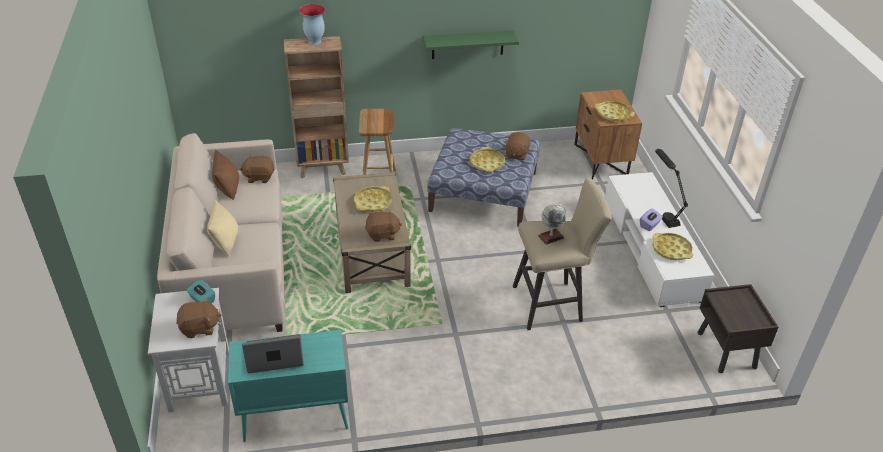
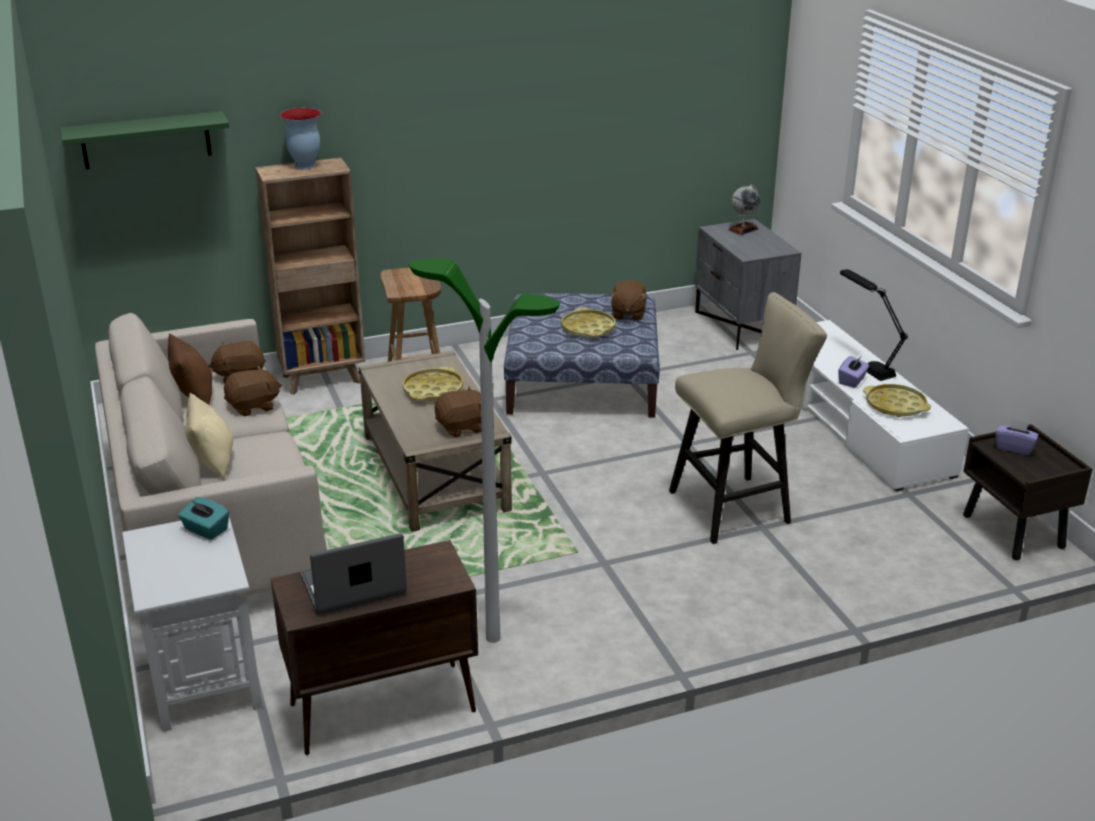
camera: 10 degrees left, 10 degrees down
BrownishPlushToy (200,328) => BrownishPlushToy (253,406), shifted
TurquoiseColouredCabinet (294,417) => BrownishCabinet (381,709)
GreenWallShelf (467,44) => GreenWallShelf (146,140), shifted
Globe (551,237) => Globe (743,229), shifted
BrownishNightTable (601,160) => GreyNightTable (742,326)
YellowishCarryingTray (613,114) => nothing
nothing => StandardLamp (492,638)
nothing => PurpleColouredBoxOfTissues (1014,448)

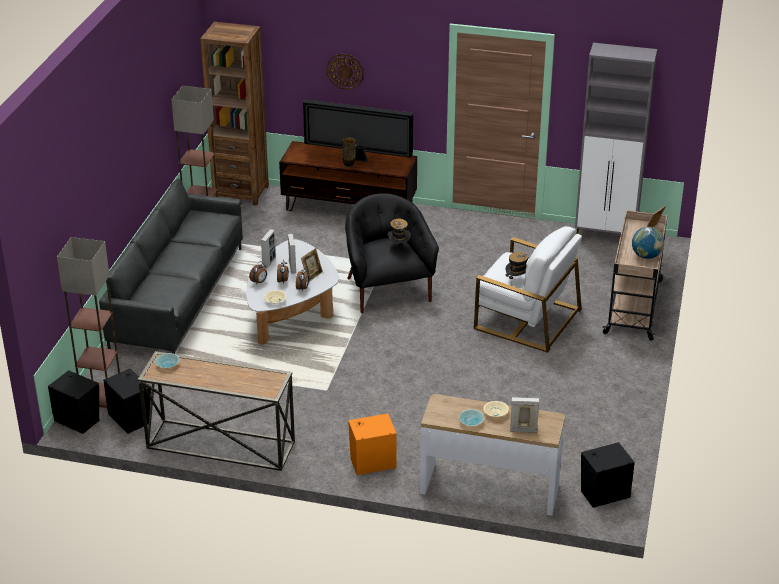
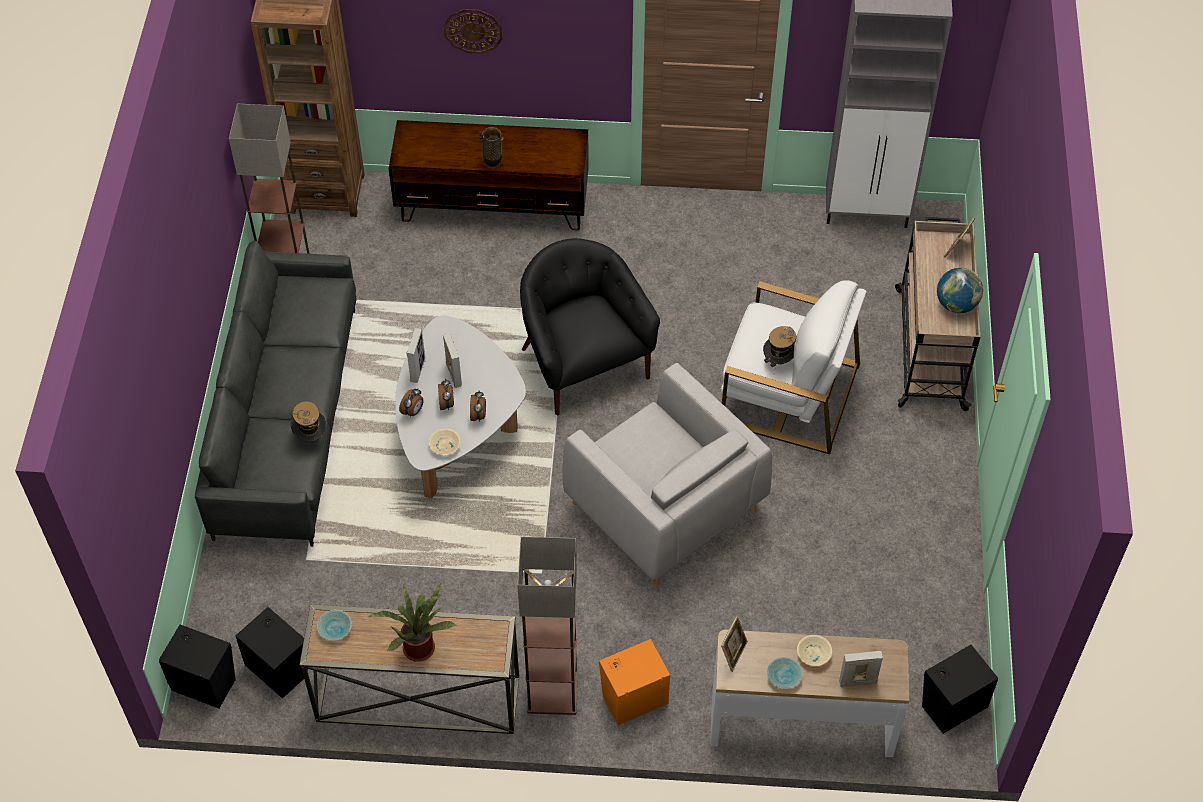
camera: 10 degrees left, 20 degrees up
StandardLamp (101,395) => StandardLamp (551,690), shifted
StandingFrame (312,275) => StandingFrame (733,653), shifted
Television (358,159) => nothing
Hat (398,246) => Hat (311,436), shifted
nothing => PottedPlant (418,645)
nothing => GreyEasyChair (665,507)

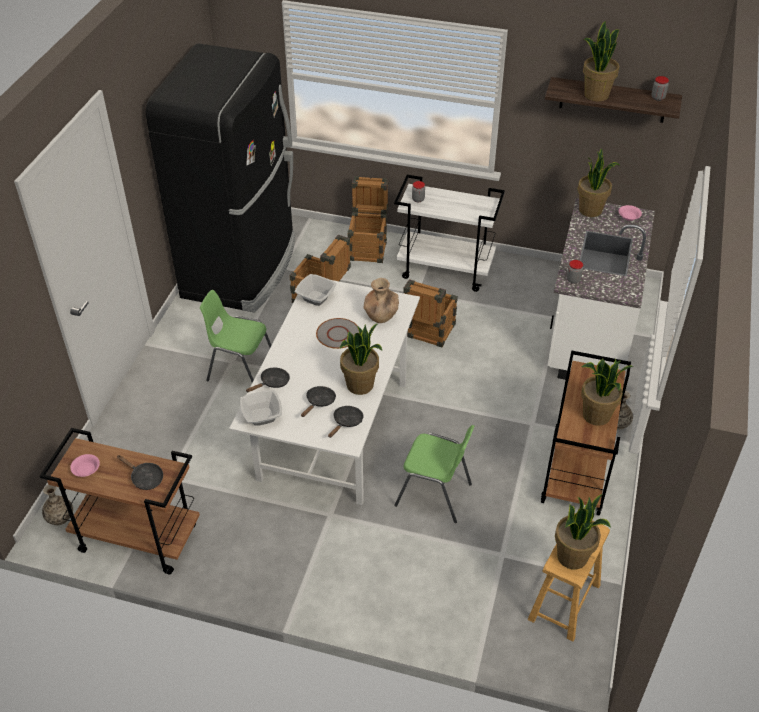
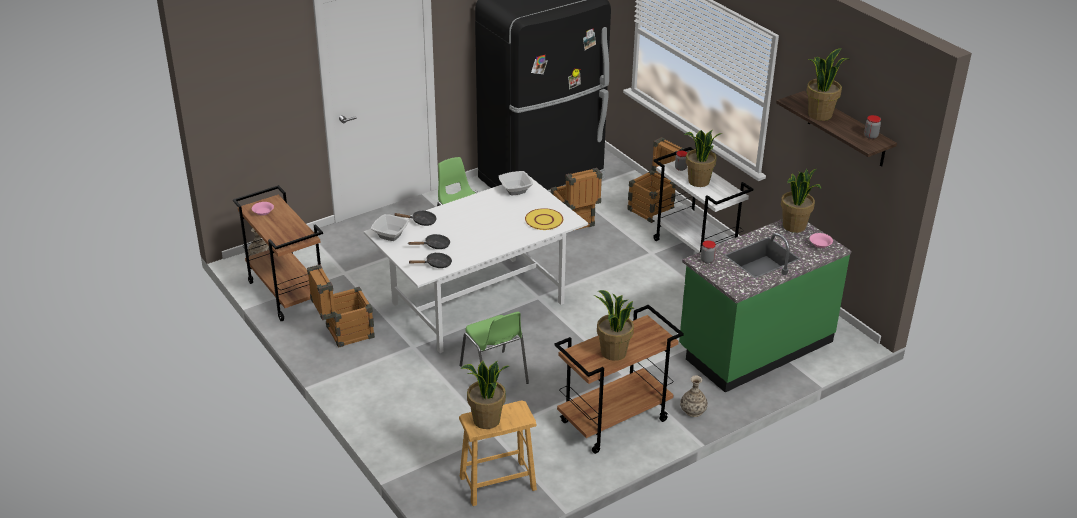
camera: 40 degrees right, 10 degrees down
BlackishSkillet (145,478) => nothing
GreyPlate (338,334) => nothing
PottedPlant (360,385) => PottedPlant (698,182), shifted
BrownishFlowerVase (381,316) => YellowishPlate (544,220)
PackingCrate (428,334) => PackingCrate (343,333), shifted
WhiteKitchenBaseUnit (589,333) => GreenKitchenBaseUnit (754,346)

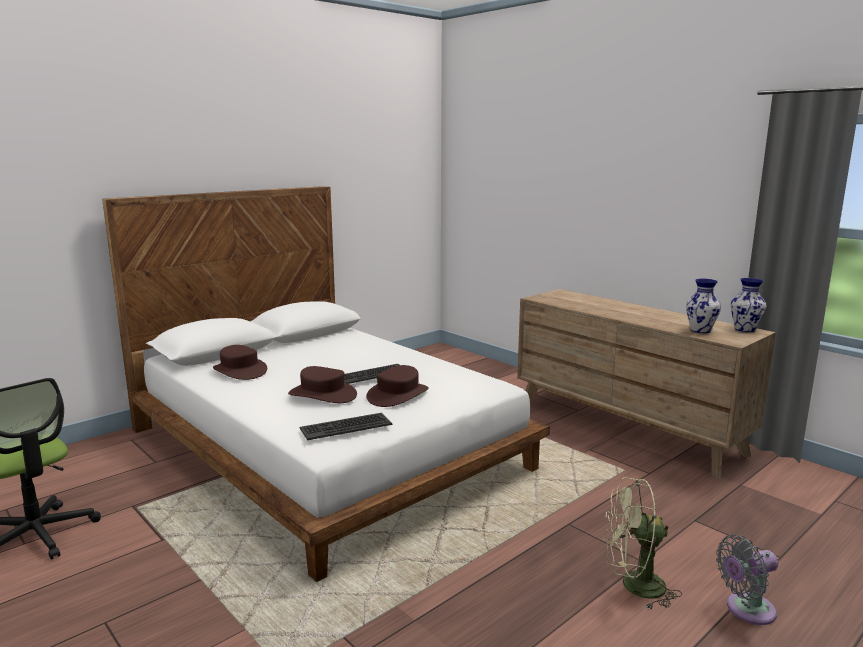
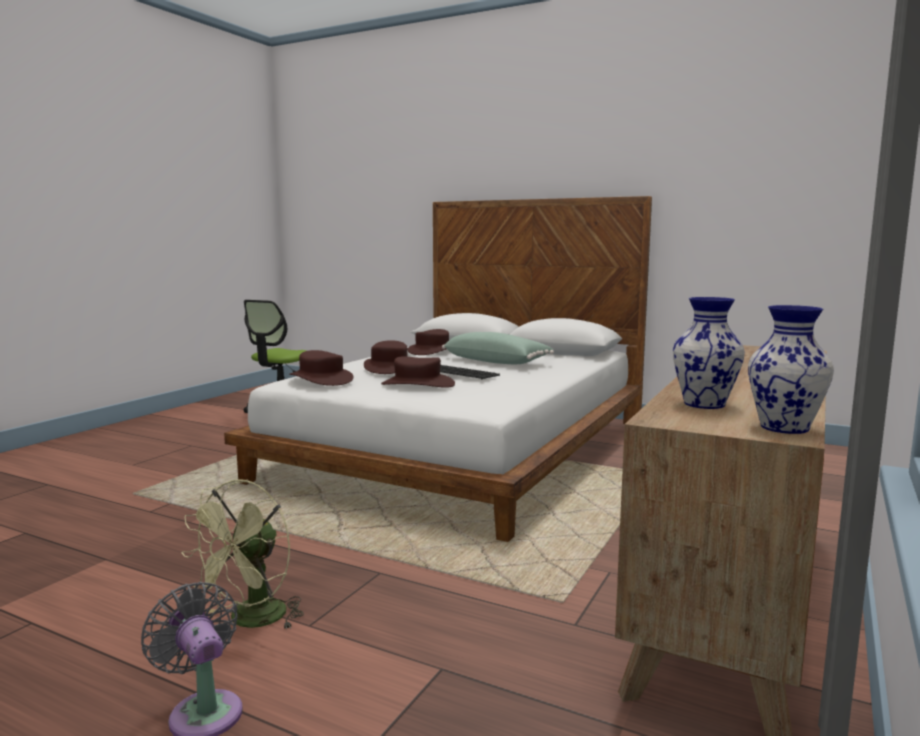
camera: 70 degrees right, 5 degrees down
PcKeyboard (346,427) => BrownishHat (321,379)
GreenFan (634,586) => GreenFan (251,621), 135 degrees counterclockwise
nothing => GreenThrowPillow (497,362)

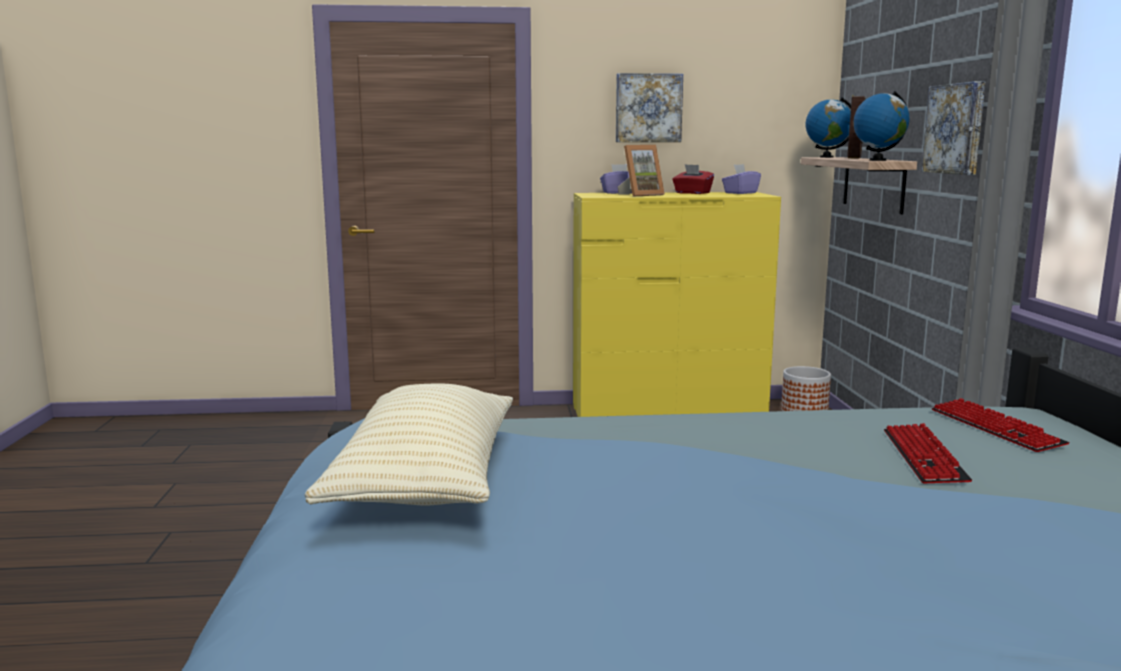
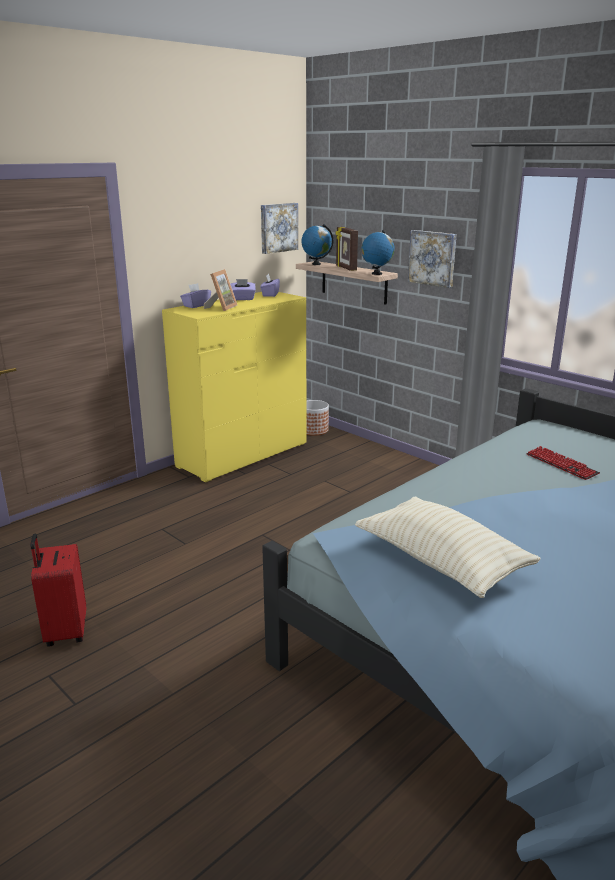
camera: 40 degrees left, 10 degrees up
WallPicture (648,108) => WallPicture (278,227), shifted
RedBoxOfTissues (692,193) => PurpleColouredBoxOfTissues (242,299)
PcKeyboard (995,428) => nothing
nothing => RedSuitcase (65,631)

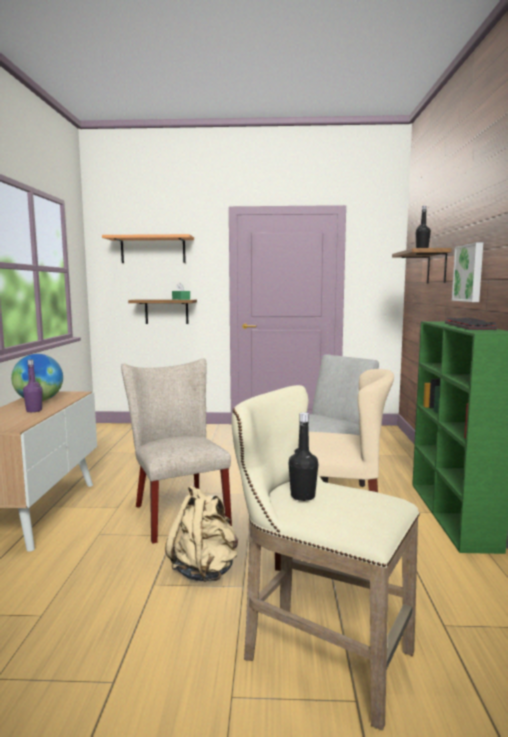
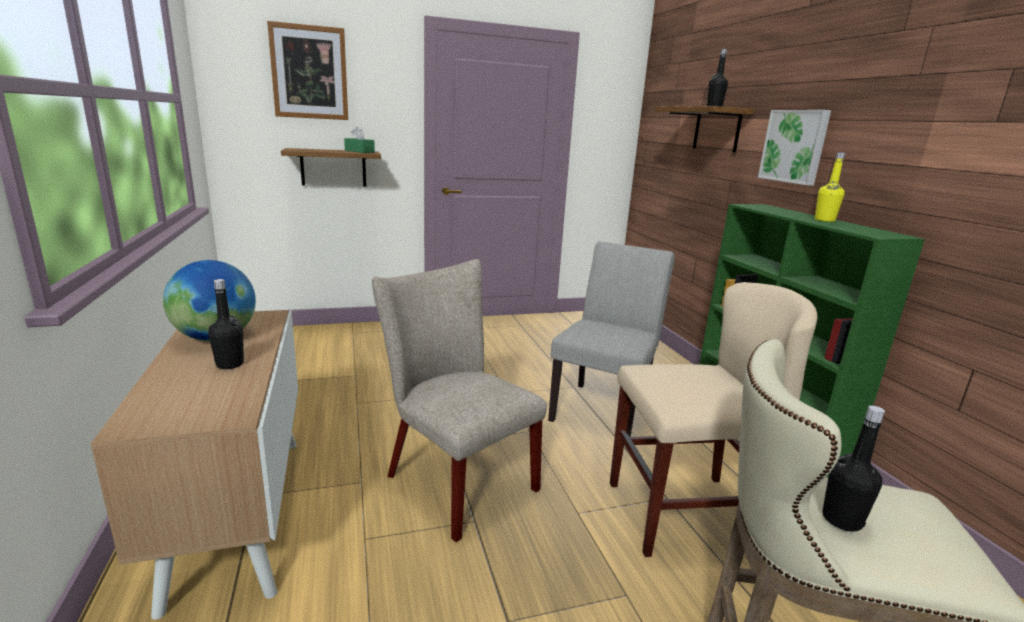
camera: 20 degrees left, 10 degrees up
PurpleColouredBottle (34,410) => BlackishBottle (230,364)
WallShelf (153,250) => WallPicture (309,72)
BeigeColouredKnapsack (205,570) => nothing
PcKeyboard (470,327) => YellowishBottle (824,220)

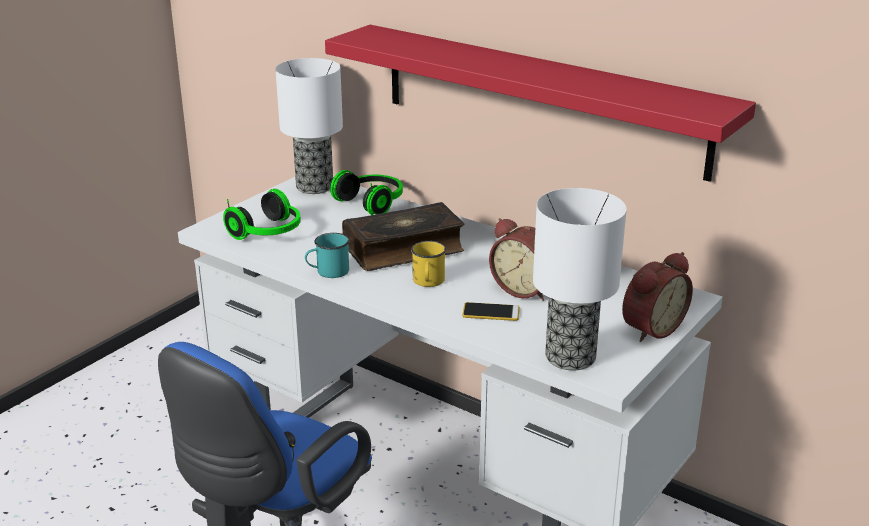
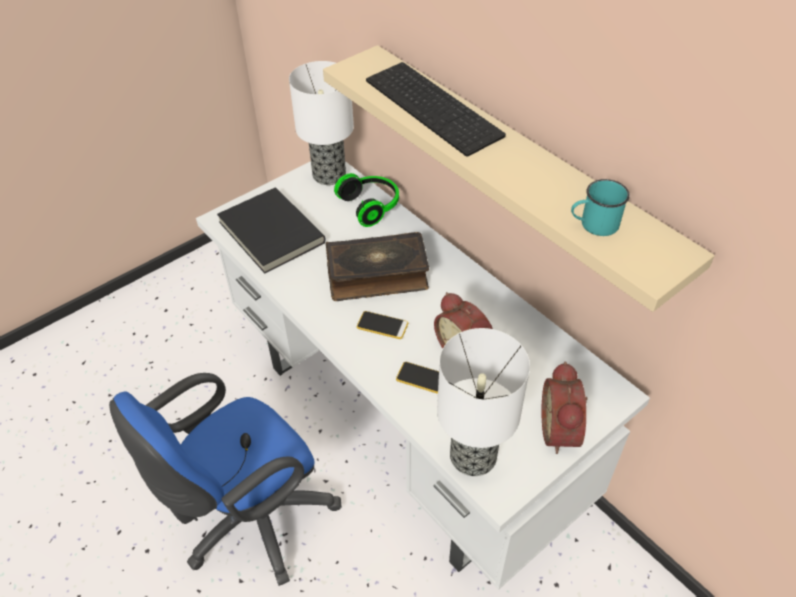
camera: 15 degrees right, 20 degrees up
Headset (269,233) => BlackishVolume (269,233)
TurquoiseColouredTeaMug (328,272) => TurquoiseColouredTeaMug (593,224), shifted
RedWallShelf (540,99) => BeigeColouredWallShelf (515,168)
YellowishTeaMug (428,282) => Telephone (382,325)
TableClock (650,328) => TableClock (562,430), 120 degrees clockwise
nothing => PcKeyboard (436,107)

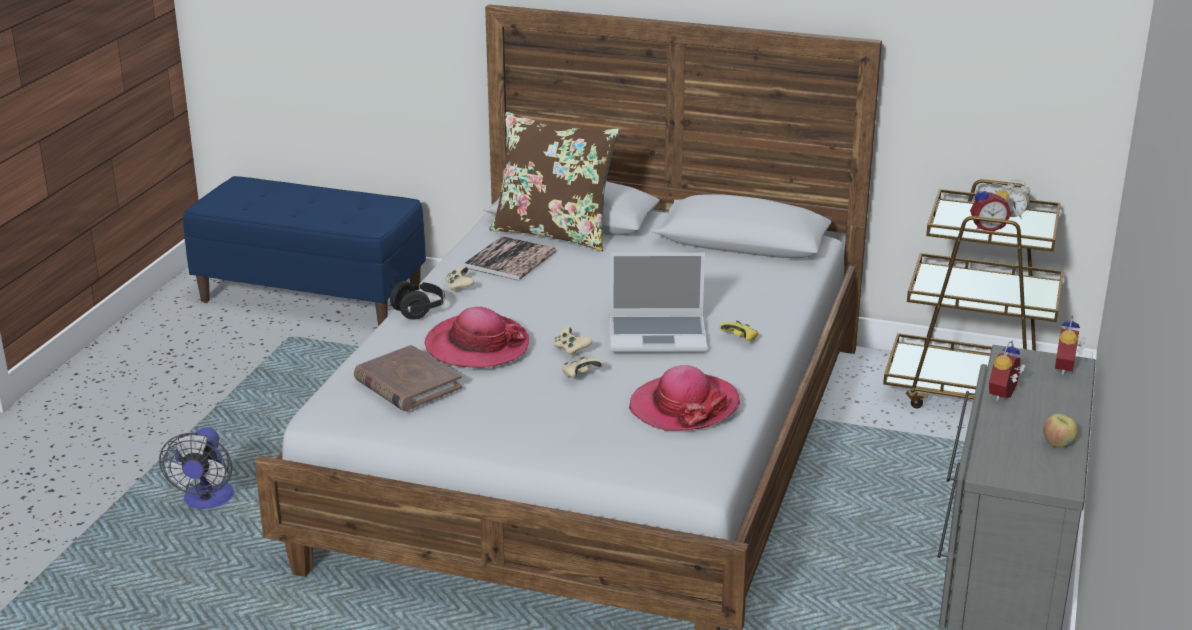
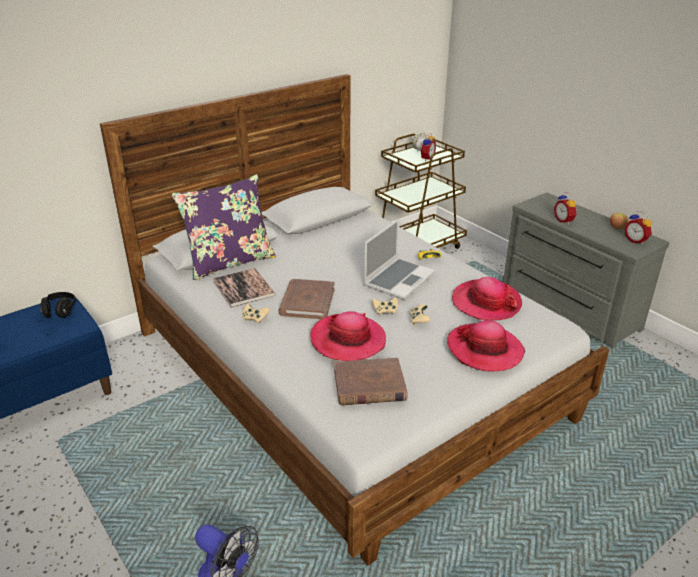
camera: 55 degrees left, 5 degrees up
BlackishHeadset (419,311) => BlackishHeadset (60,311), shifted
BrownishThrowPillow (554,233) => PurpleColouredThrowPillow (229,262)
TableClock (1067,369) => TableClock (636,241), shifted
nothing => BrownishVolume (307,302)
nothing => Hat (485,350)

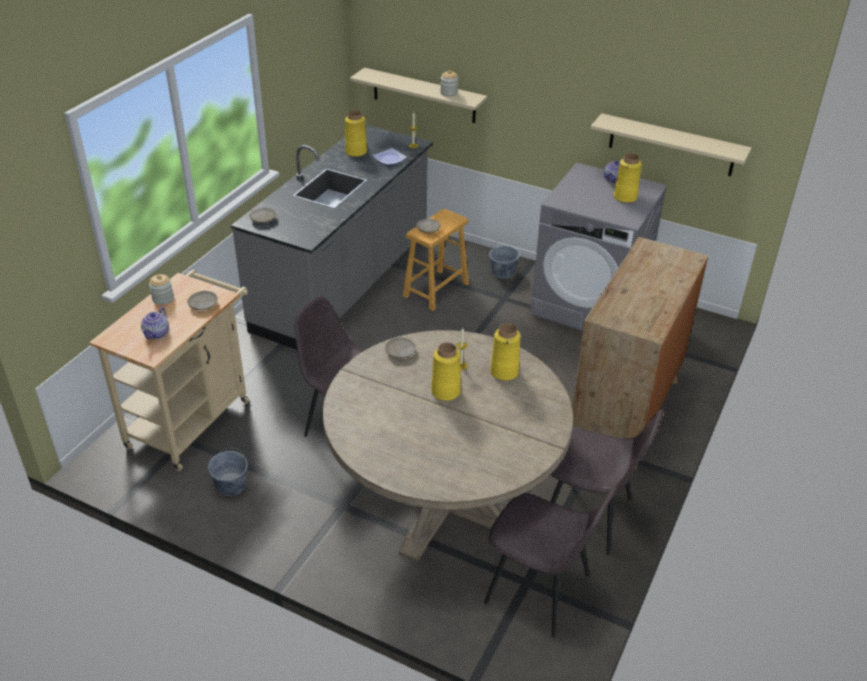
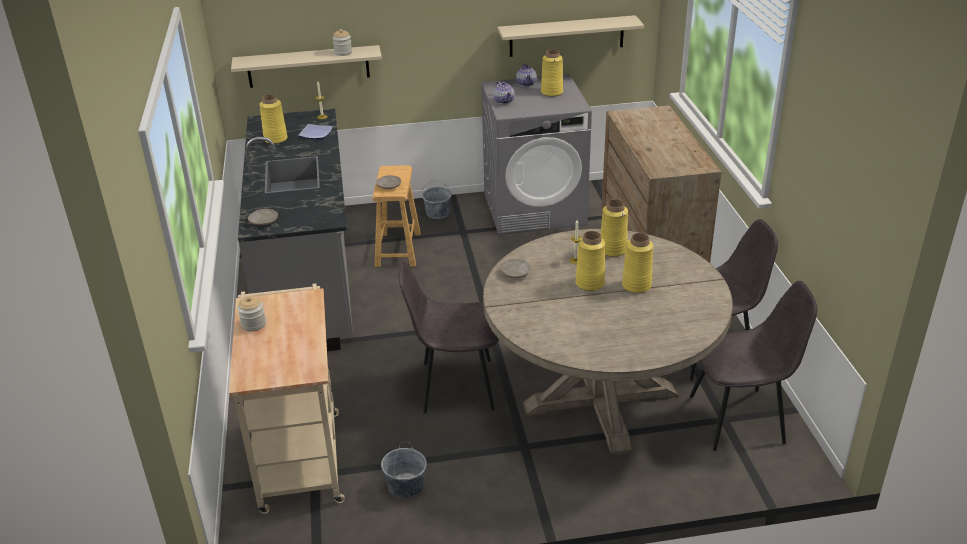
camera: 35 degrees left, 5 degrees down
Teapot (157,333) => Teapot (504,101), shifted
BeigeColouredPlate (203,305) => nothing
nothing => YellowishFlowerVase (636,285)

